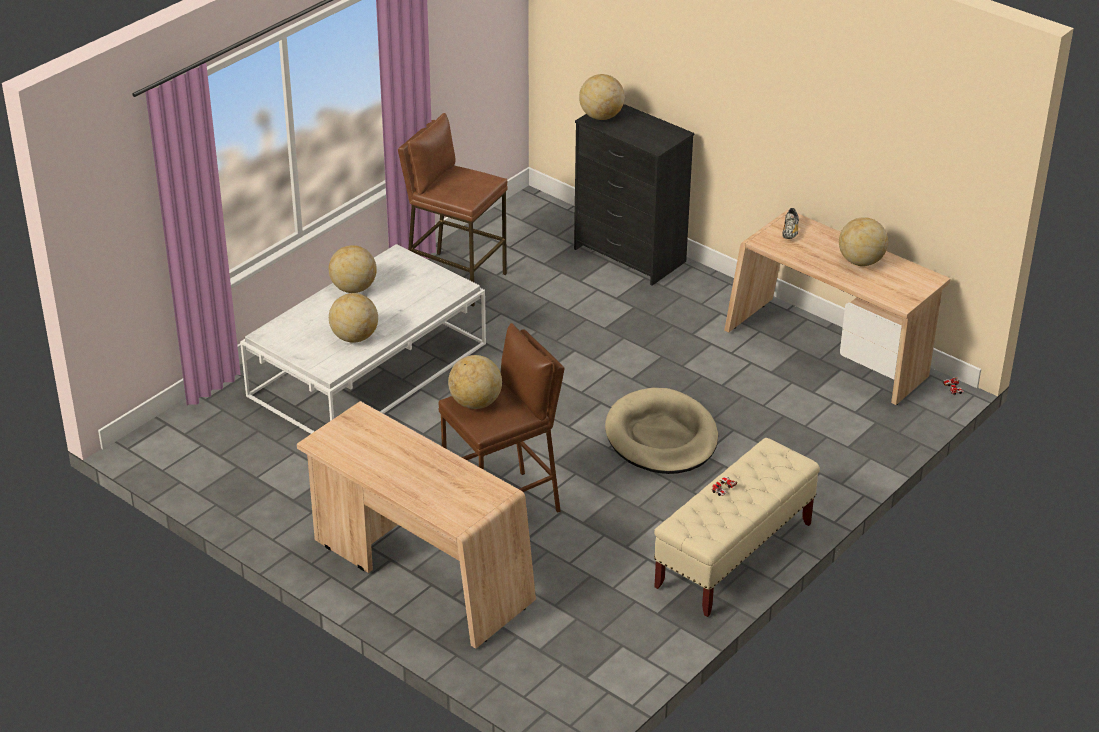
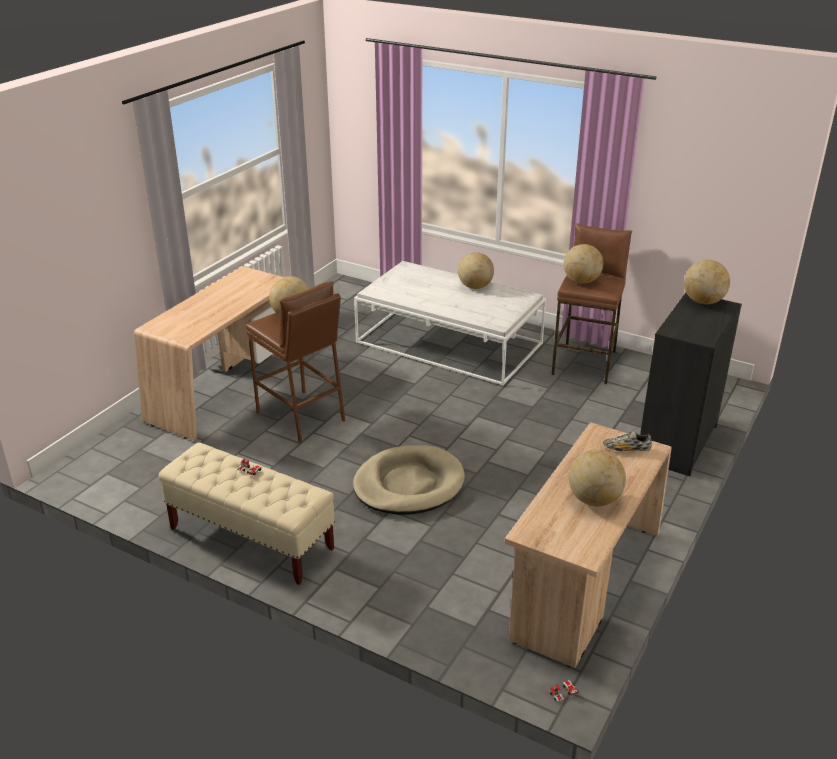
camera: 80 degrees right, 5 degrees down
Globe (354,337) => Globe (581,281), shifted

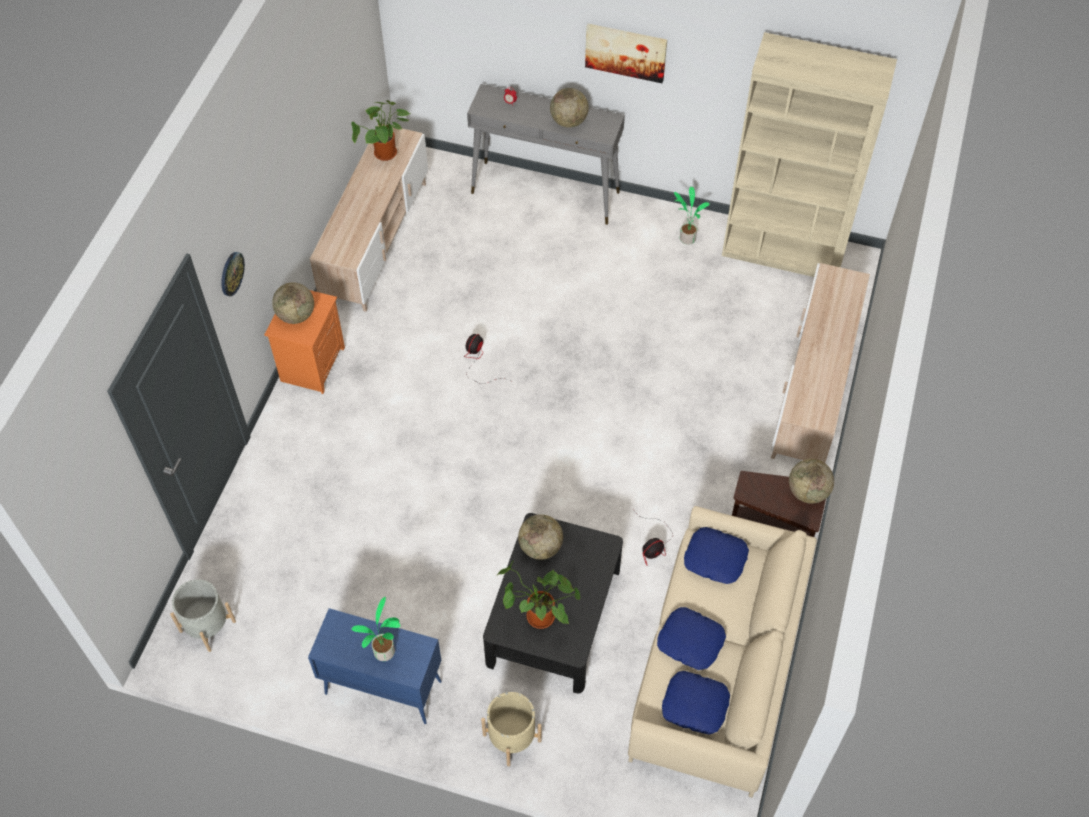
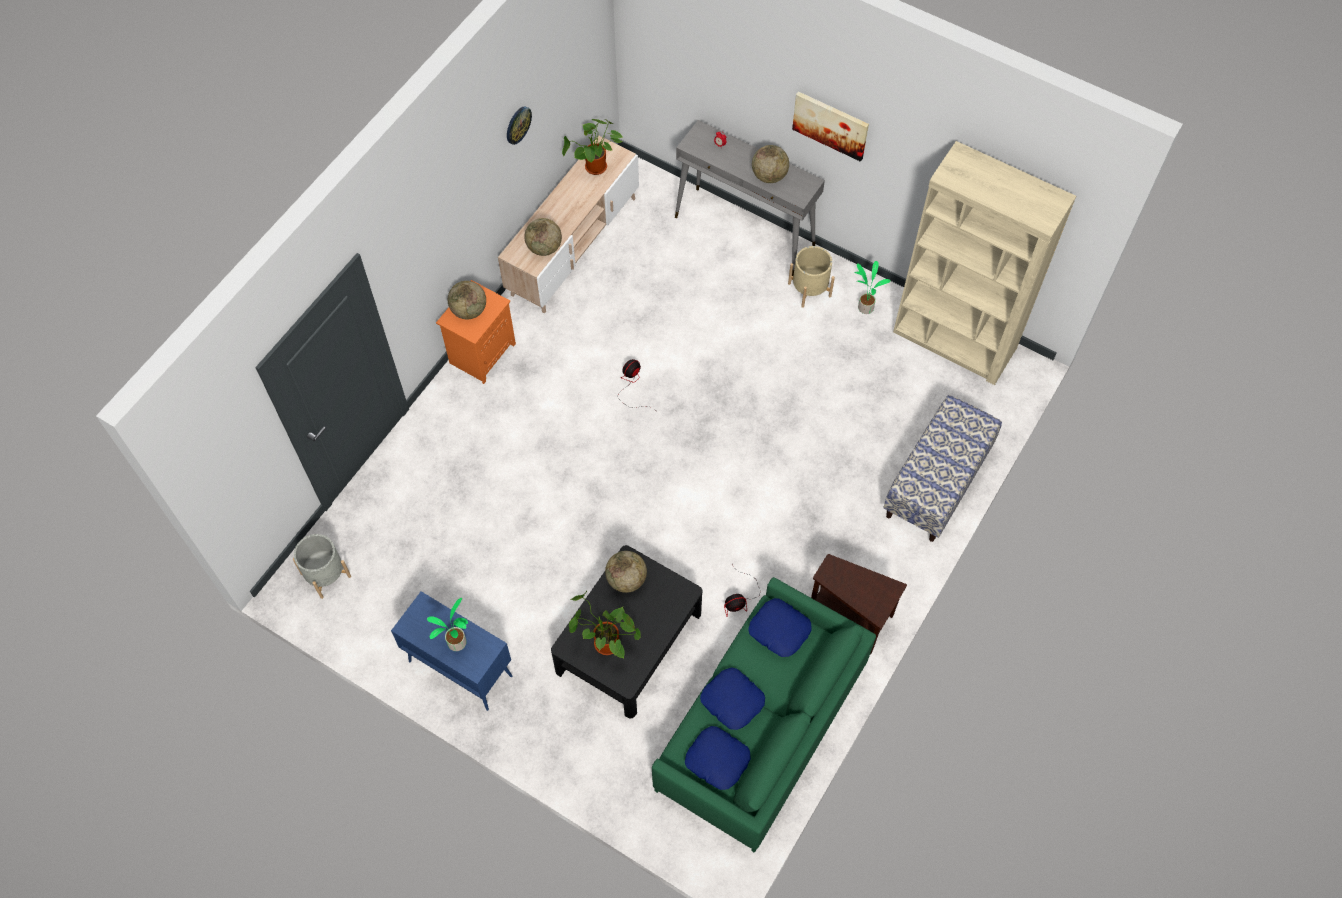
camera: 15 degrees right, 5 degrees up
WallClock (231,273) => WallClock (518,125), shifted
BeigeColouredPlantPot (512,737) => BeigeColouredPlantPot (809,289), shifted
BeigeColouredSofa (716,667) => GreenSofa (760,726)
BeigeColouredTvUnit (812,388) => Bench (937,483)
Globe (808,492) => Globe (544,248), shifted

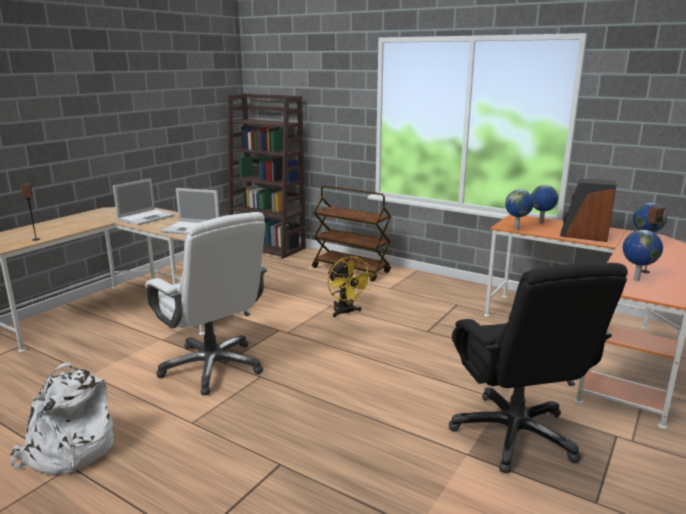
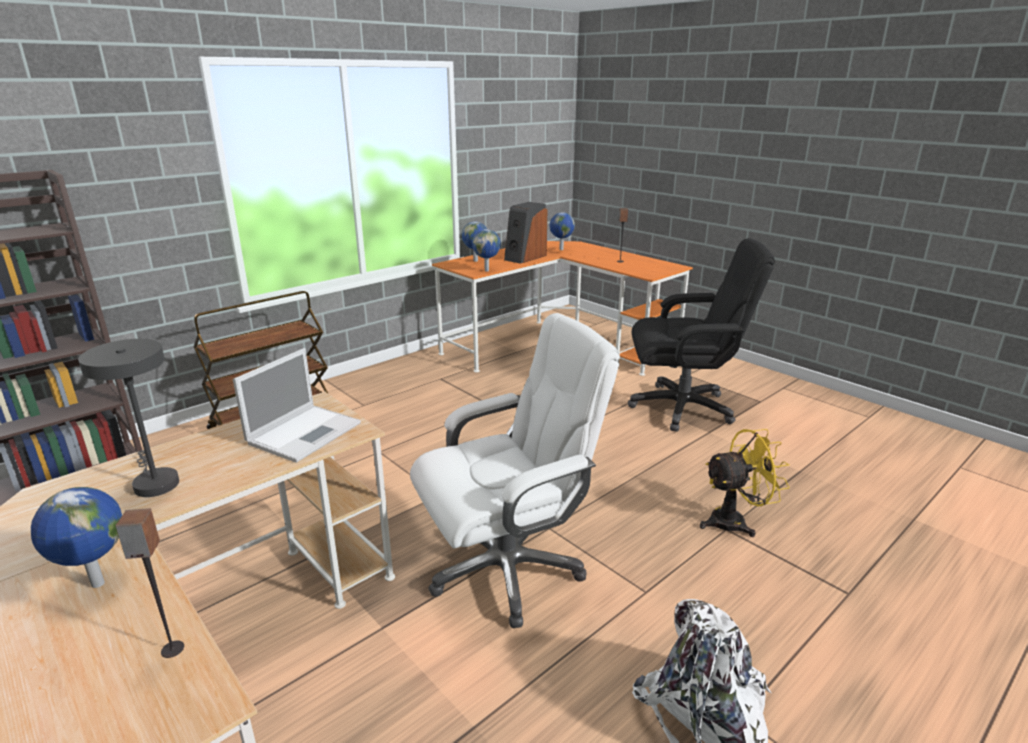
camera: 75 degrees left, 5 degrees up
PortableComputer (147,217) => GreyTabletopLamp (154,482)
YellowishFan (346,312) => YellowishFan (735,521), shifted
Globe (635,280) => Globe (96,584), shifted

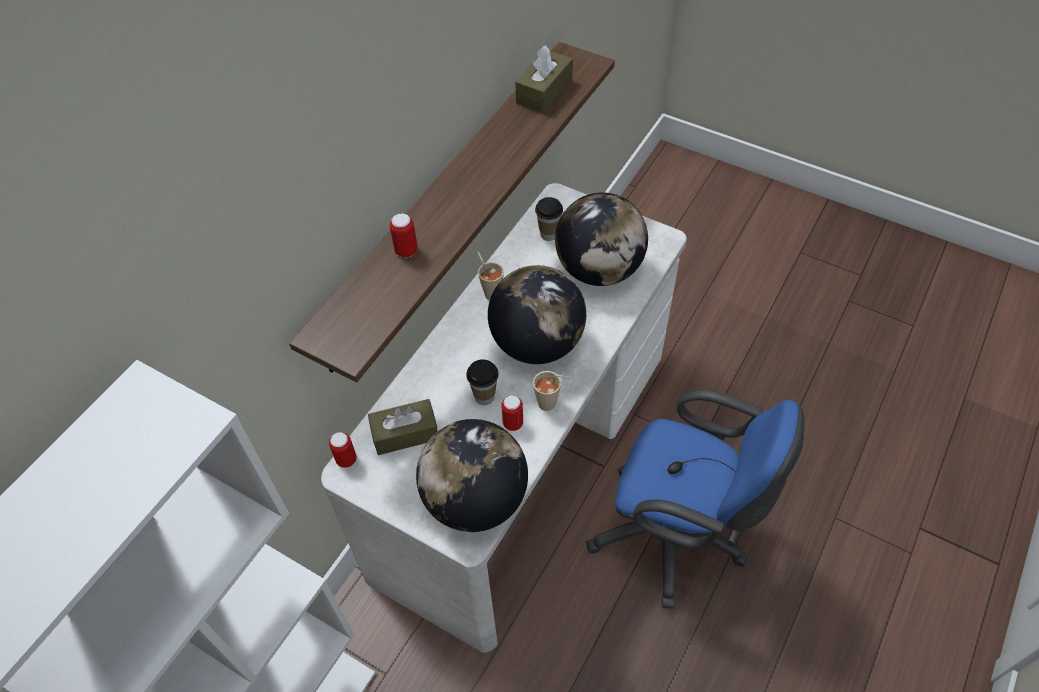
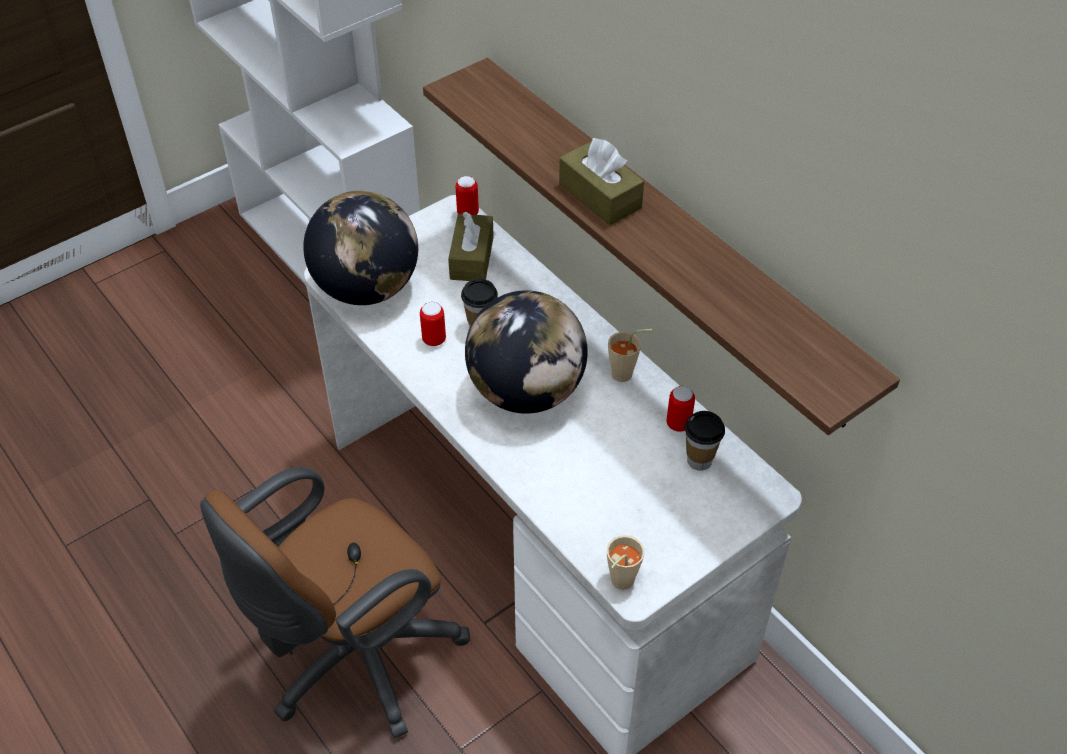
camera: 110 degrees right, 5 degrees down
SealedCan (406,251) => SealedCan (678,424), shifted
BrownishBoxOfTissues (544,91) => BrownishBoxOfTissues (600,196), shifted
BeigeColouredSmallCup (551,404) => BeigeColouredSmallCup (619,583), shifted
Globe (599,270) => nothing
BlueColouredOfficeChair (675,537) => BrownishOfficeChair (354,659)

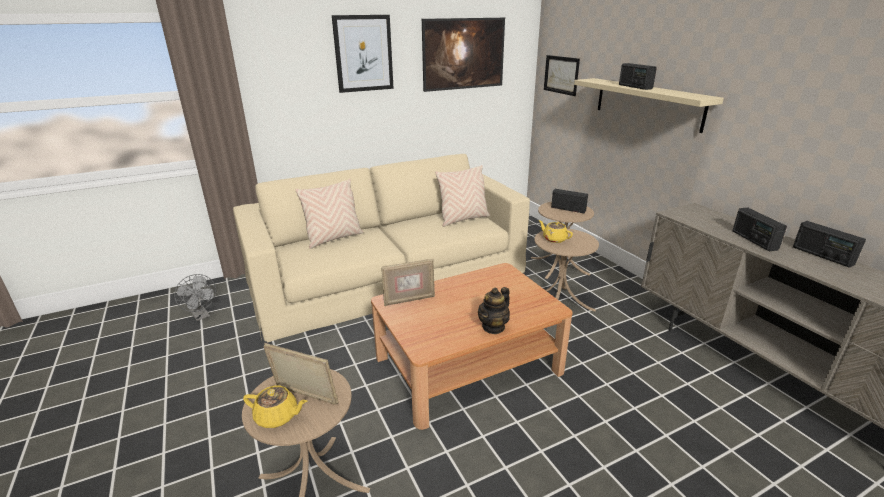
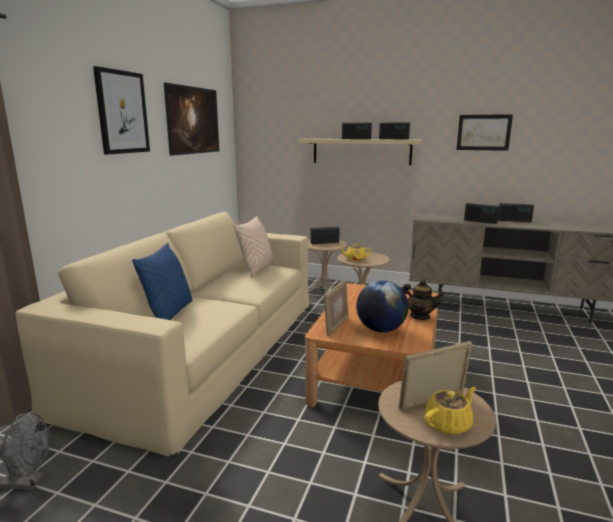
camera: 45 degrees left, 10 degrees down
BeigeColouredThrowPillow (334,238) => BlueColouredThrowPillow (169,314)
Teapot (493,327) => Teapot (420,316), 60 degrees counterclockwise
WallPicture (561,75) => WallPicture (483,132), shifted
nothing => Globe (381,330)
nothing => Radio (393,139)

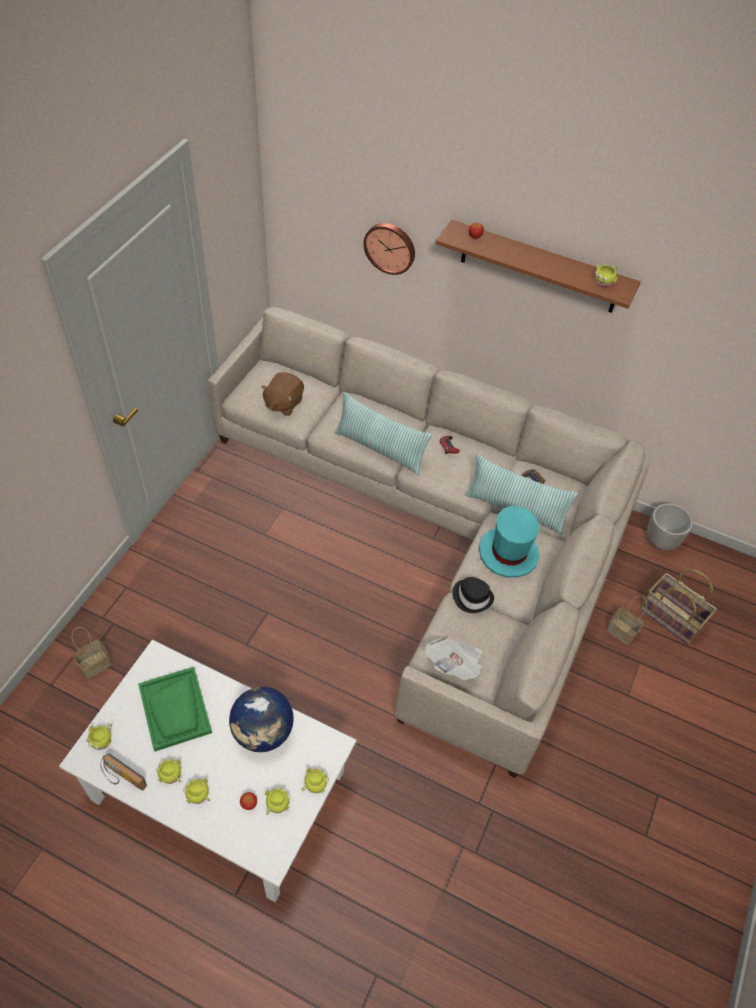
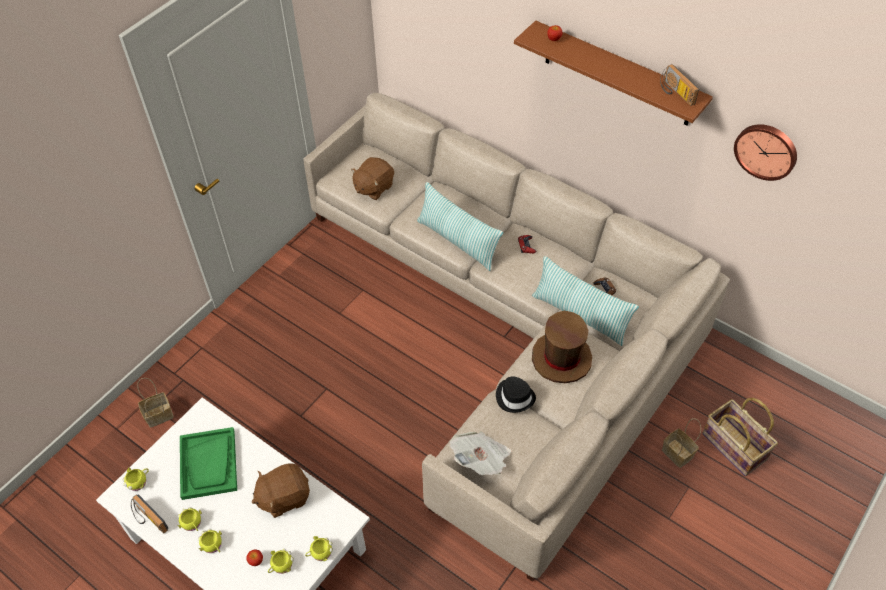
camera: 15 degrees right, 0 degrees up
Globe (263,732) => BrownishPlushToy (284,497)
WallClock (390,247) => WallClock (766,150), shifted
TurquoiseColouredHat (508,553) => BrownishHat (561,358)
YellowishTeaMug (605,280) => Radio (675,93)
PlantPot (661,541) => nothing

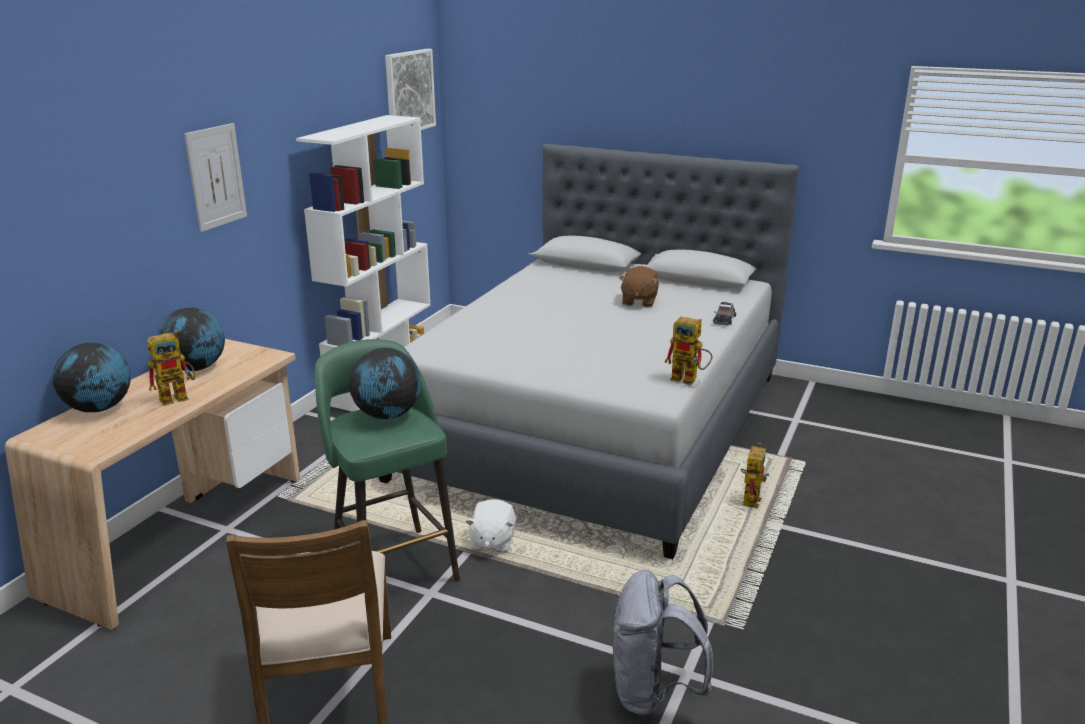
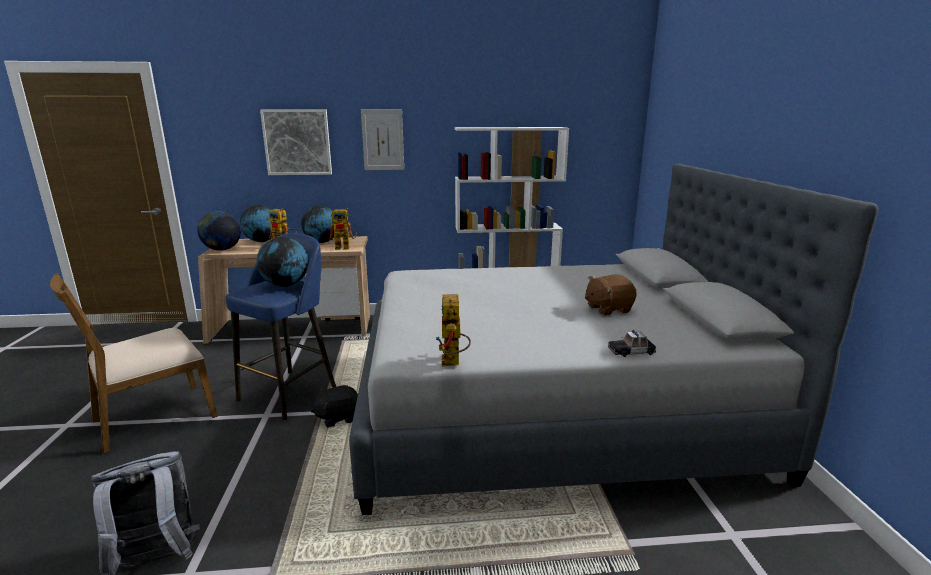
camera: 60 degrees right, 5 degrees down
GreenSittingStool (393,566) => BlueColouredSittingStool (290,392)
WallPicture (409,92) => WallPicture (297,142), shifted
WhitePlushToy (492,542) => BlackishPlushToy (338,417)
ModelRobot (750,499) => ModelRobot (346,247), shifted
nothing => Globe (222,249)

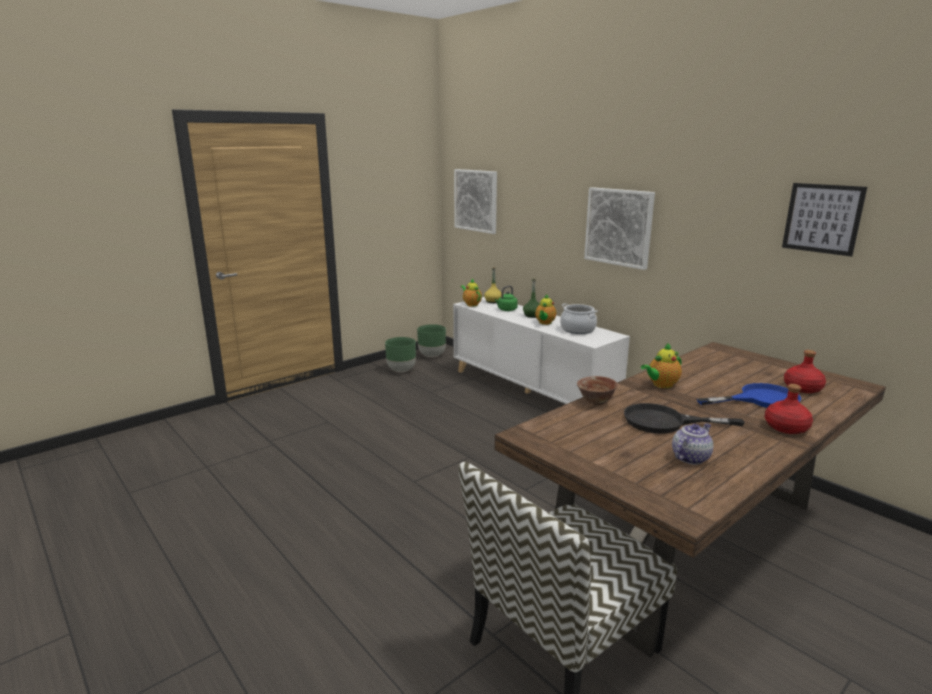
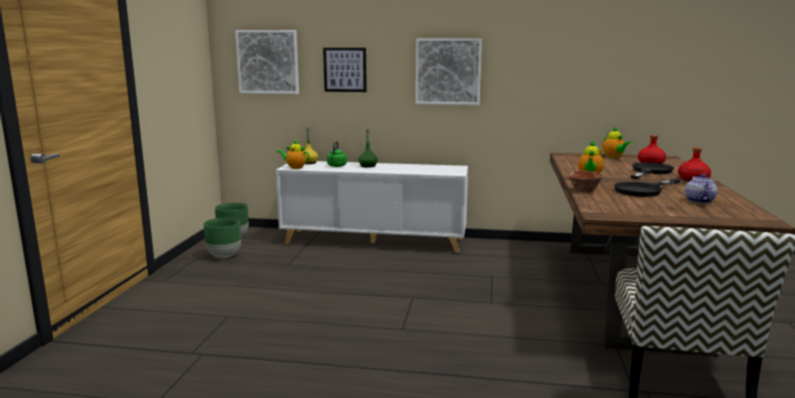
camera: 40 degrees left, 5 degrees down
Teapot (544,323) => Teapot (613,157), shifted
Saucepot (577,329) => nothing
BlueColouredSkillet (759,399) => BlackishSkillet (649,171)
WallPicture (822,218) => WallPicture (345,69), shifted

